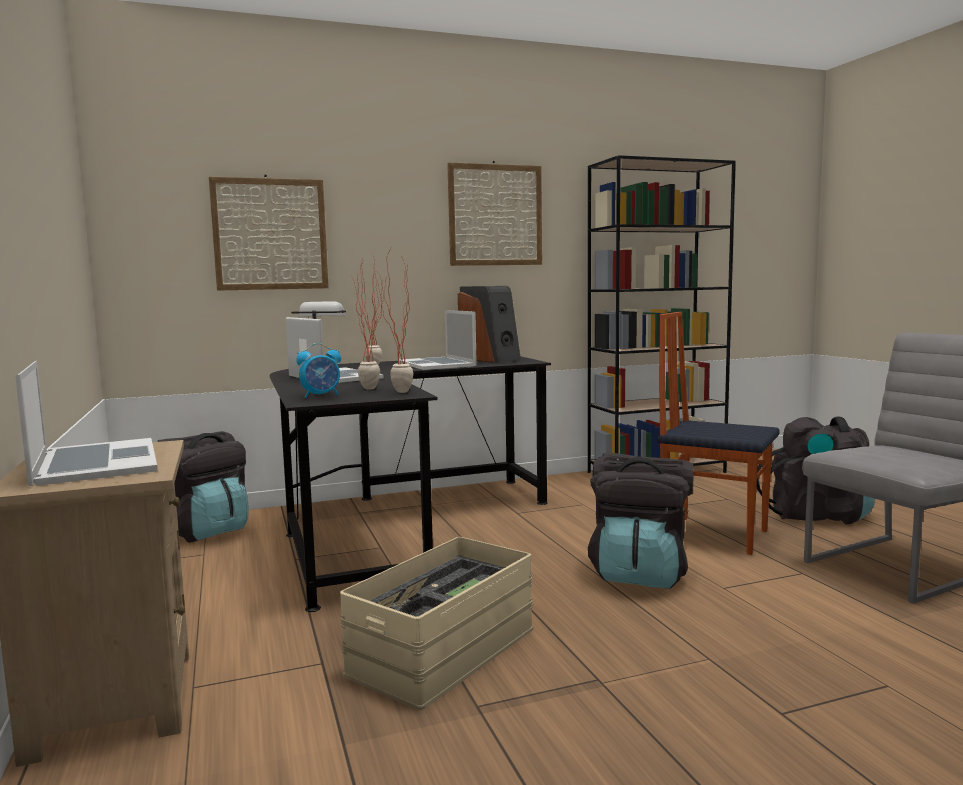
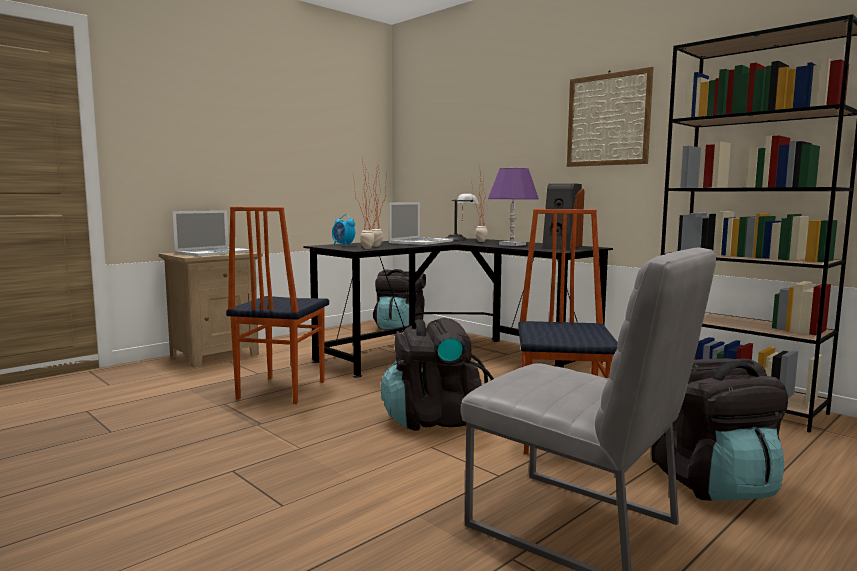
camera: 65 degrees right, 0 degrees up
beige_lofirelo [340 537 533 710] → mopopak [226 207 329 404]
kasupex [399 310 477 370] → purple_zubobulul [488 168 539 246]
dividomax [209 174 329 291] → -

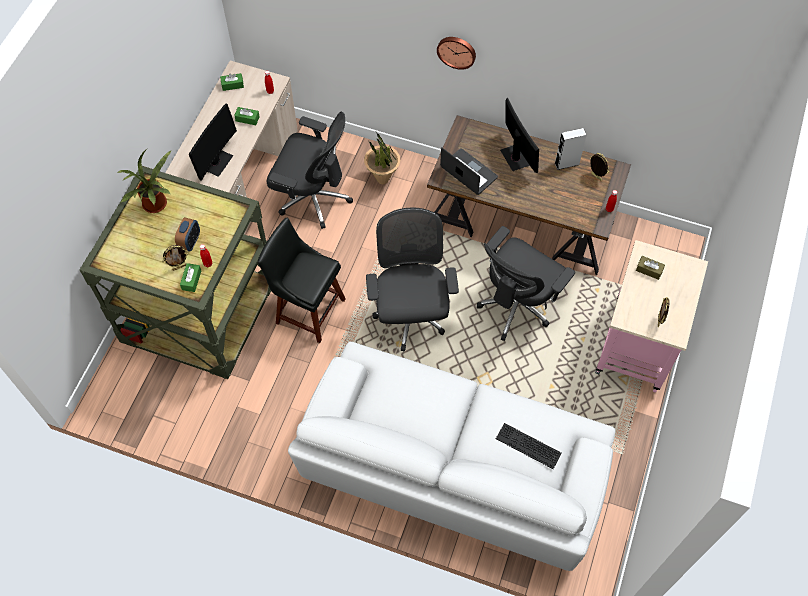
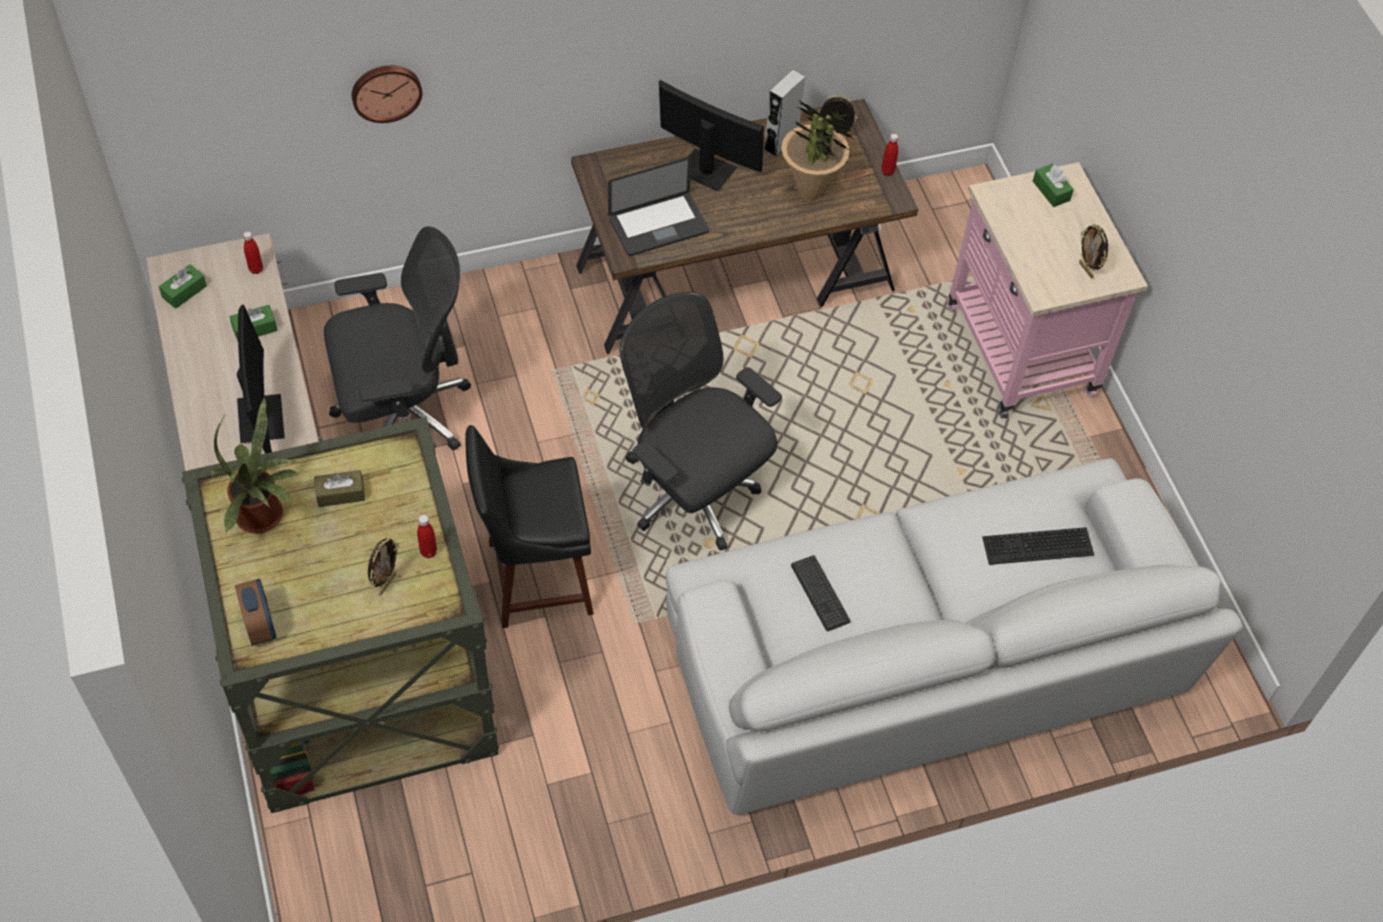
camera: 40 degrees left, 5 degrees down
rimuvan [175 217 200 252] → rimuvan [235 579 277 646], moved
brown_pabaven [636 256 665 280] → brown_pabaven [314 470 365 507], moved
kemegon [437 37 476 70] → kemegon [352 66 422 123], moved
kasupex [440 147 498 195] → kasupex [608 157 709 256], 150 degrees clockwise
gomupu [364 132 400 184] → gomupu [781 101 856 201], moved
- → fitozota [791 555 850 631]
green_pabaven [180 263 201 292] → green_pabaven [1033 164 1074 207], moved
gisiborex [477 226 575 341] → -

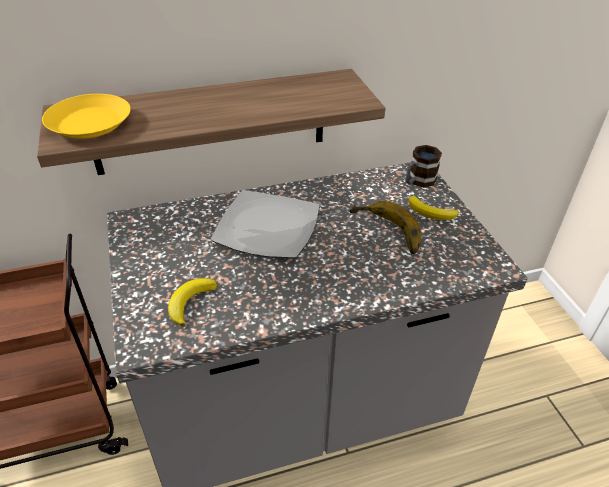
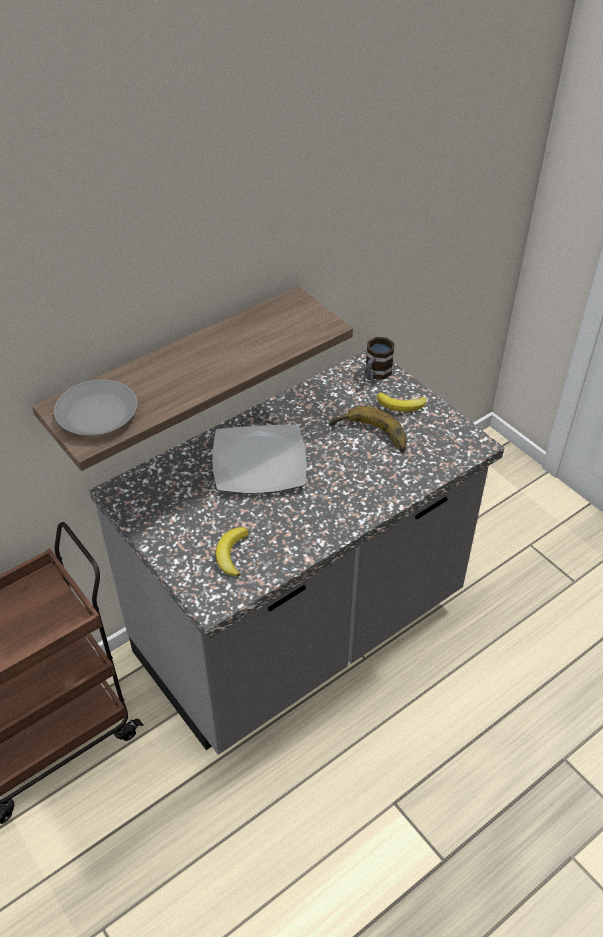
camera: 20 degrees left, 5 degrees up
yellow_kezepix [42 94 131 139] → grey_kezepix [54 379 137 435]

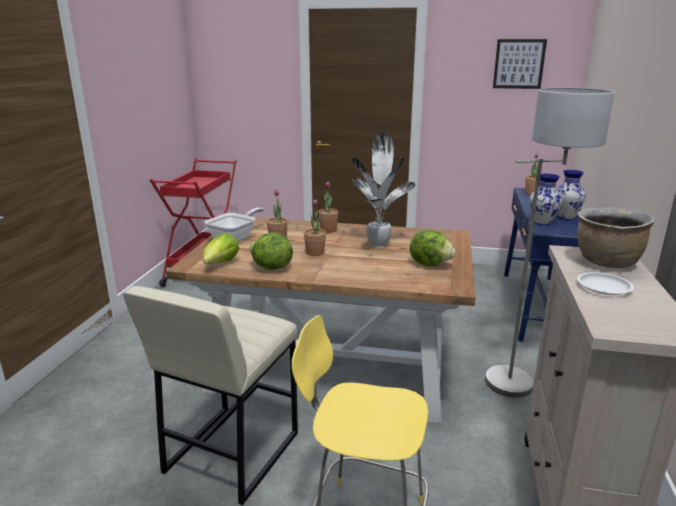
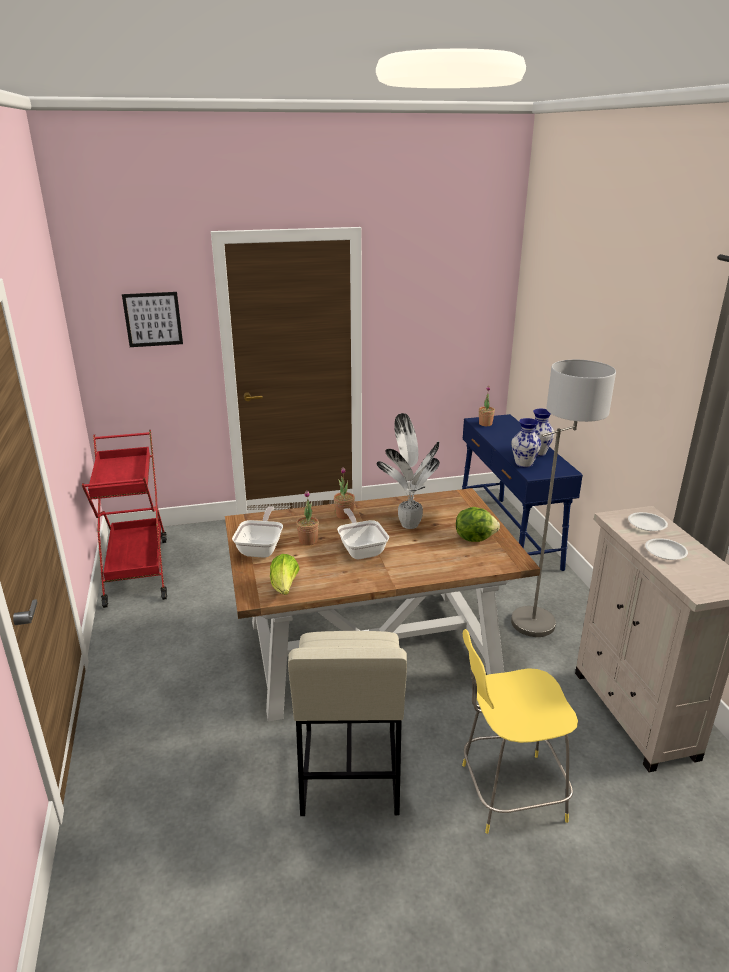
camera: 25 degrees left, 5 degrees up
dividomax [493 39 547 89] → dividomax [122 292 183 347], moved
gomupu [304 199 326 256] → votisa [337 508 389 559]
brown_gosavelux [577 207 655 268] → white_kezepix [628 512 668 531]
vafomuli [249 233 293 270] → -

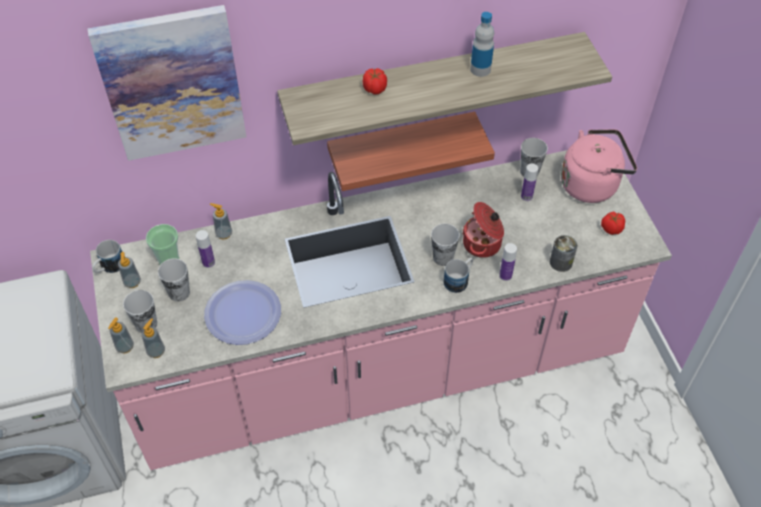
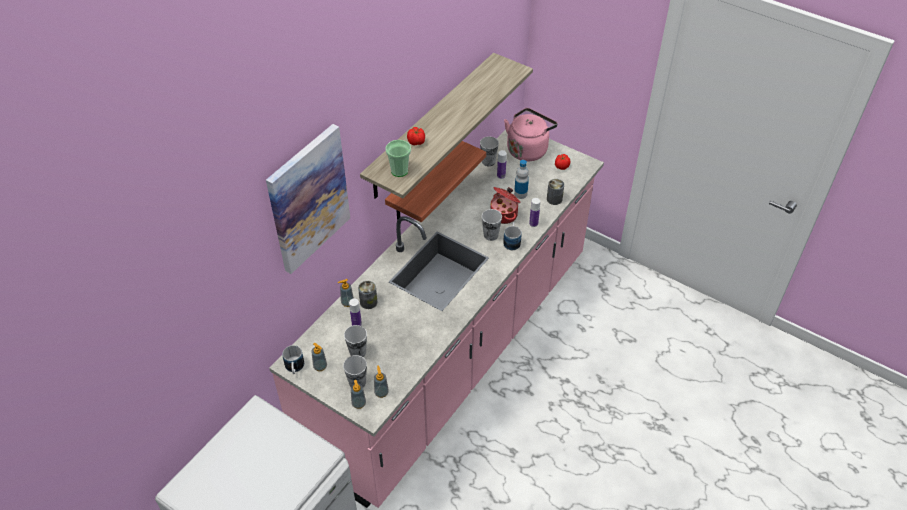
camera: 40 degrees left, 5 degrees down
- → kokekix [358 281 377 309]
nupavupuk [146 224 179 265] → nupavupuk [385 140 411 177], moved
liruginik [470 12 494 77] → liruginik [514 160 529 199], moved
kezepix [204 280 281 345] → -

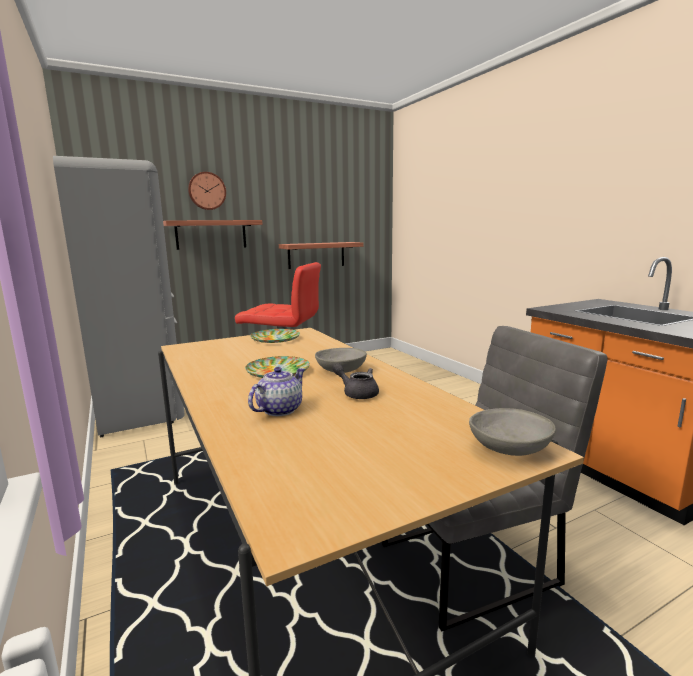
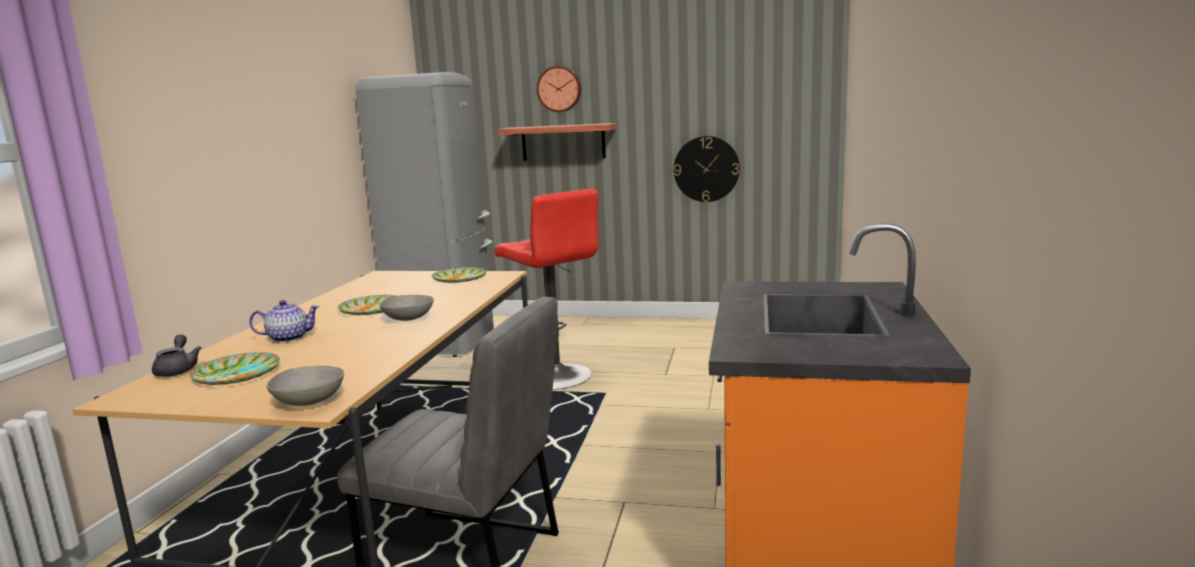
camera: 40 degrees right, 0 degrees up
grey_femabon [332 363 379 399] → grey_femabon [152 334 202 377], moved
- → kezepix [190 352 280 385]
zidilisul [279 242 363 269] → kemegon [674 136 740 202]

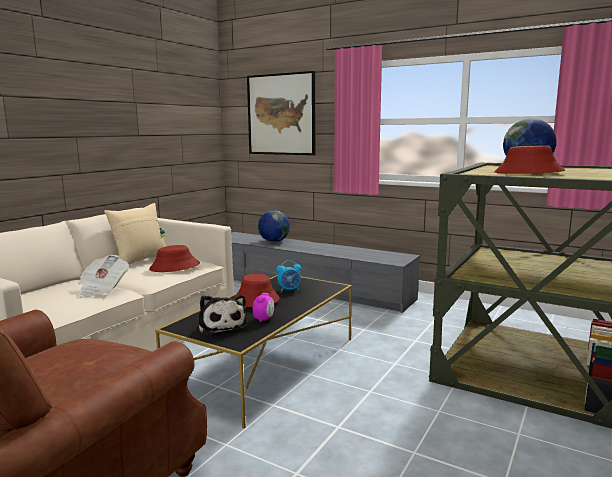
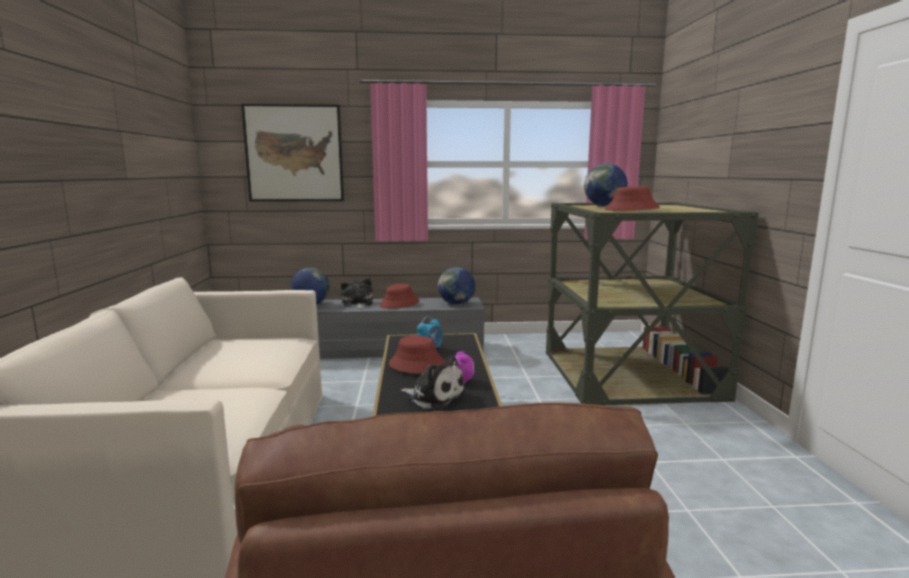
camera: 35 degrees left, 0 degrees up
- → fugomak [341 278 373 309]
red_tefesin [149 245 200 272] → red_tefesin [379 284 419 309], moved
- → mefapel [438 267 475 305]
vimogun [78 255 129 298] → -
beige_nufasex [104 203 166 265] → -

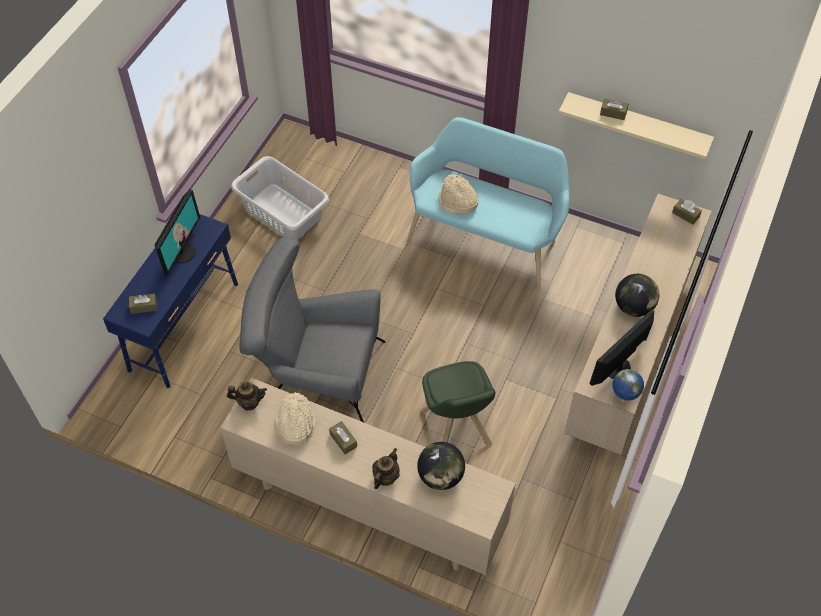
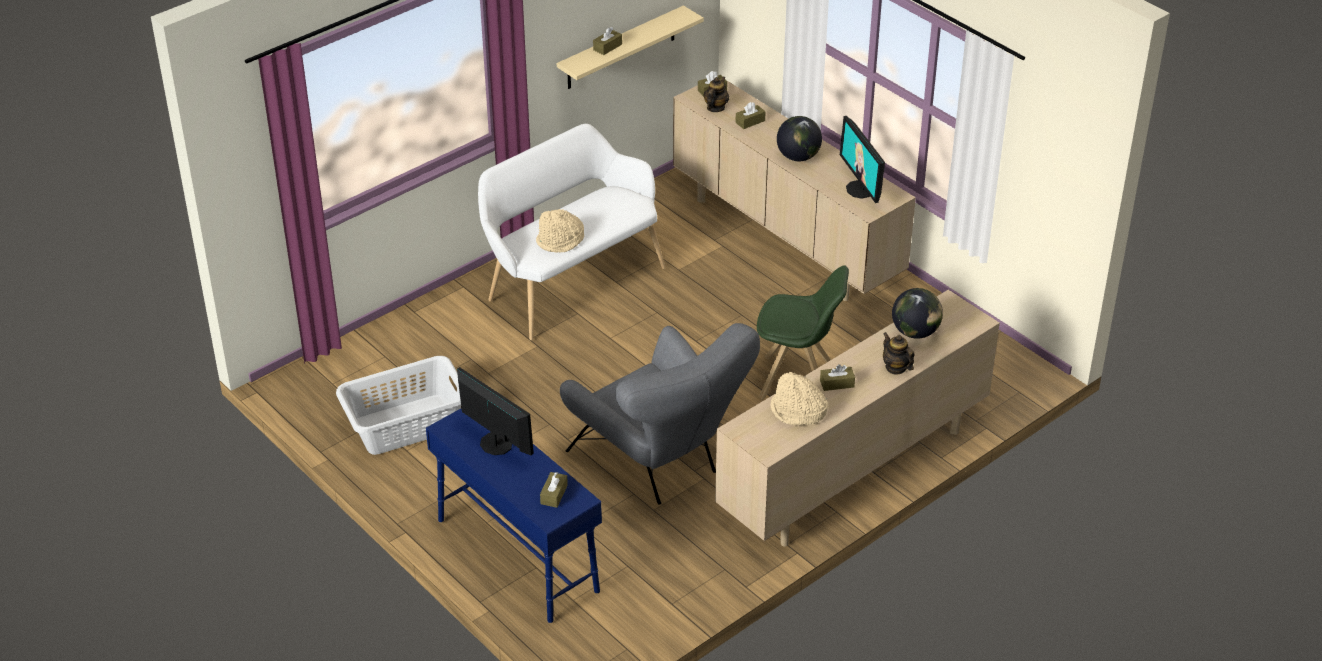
camera: 65 degrees left, 15 degrees down
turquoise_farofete [406 117 570 290] → white_farofete [478 124 666 340]
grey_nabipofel [239 237 385 422] → grey_nabipofel [560 323 760 504], 75 degrees counterclockwise
femabon [227 381 267 410] → femabon [703 76 729 112], moved
- → brown_pabaven [735 102 766 129]
mefapel [612 369 644 402] → -

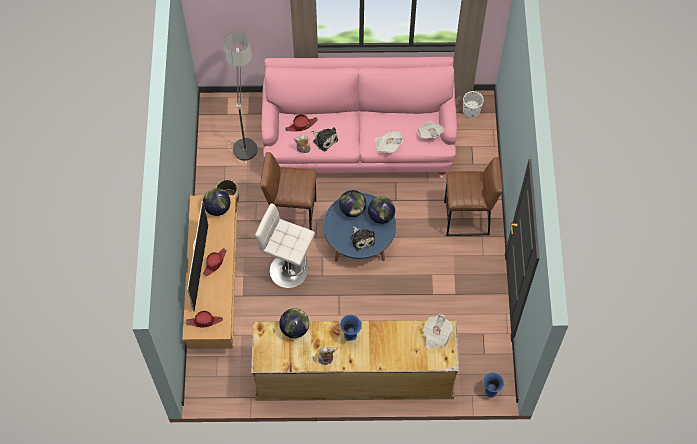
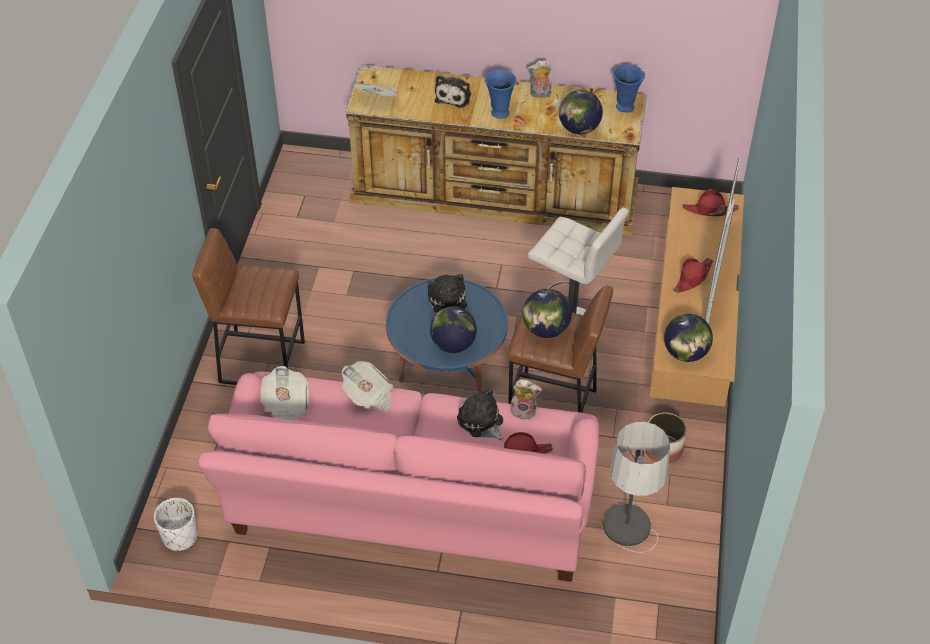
camera: 170 degrees left, 15 degrees down
- → fugomak [435 75 471 108]
mefapel [368 197 395 224] → mefapel [523 289 572 338], moved
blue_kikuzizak [483 372 504 397] → blue_kikuzizak [613 64 645 113], moved

